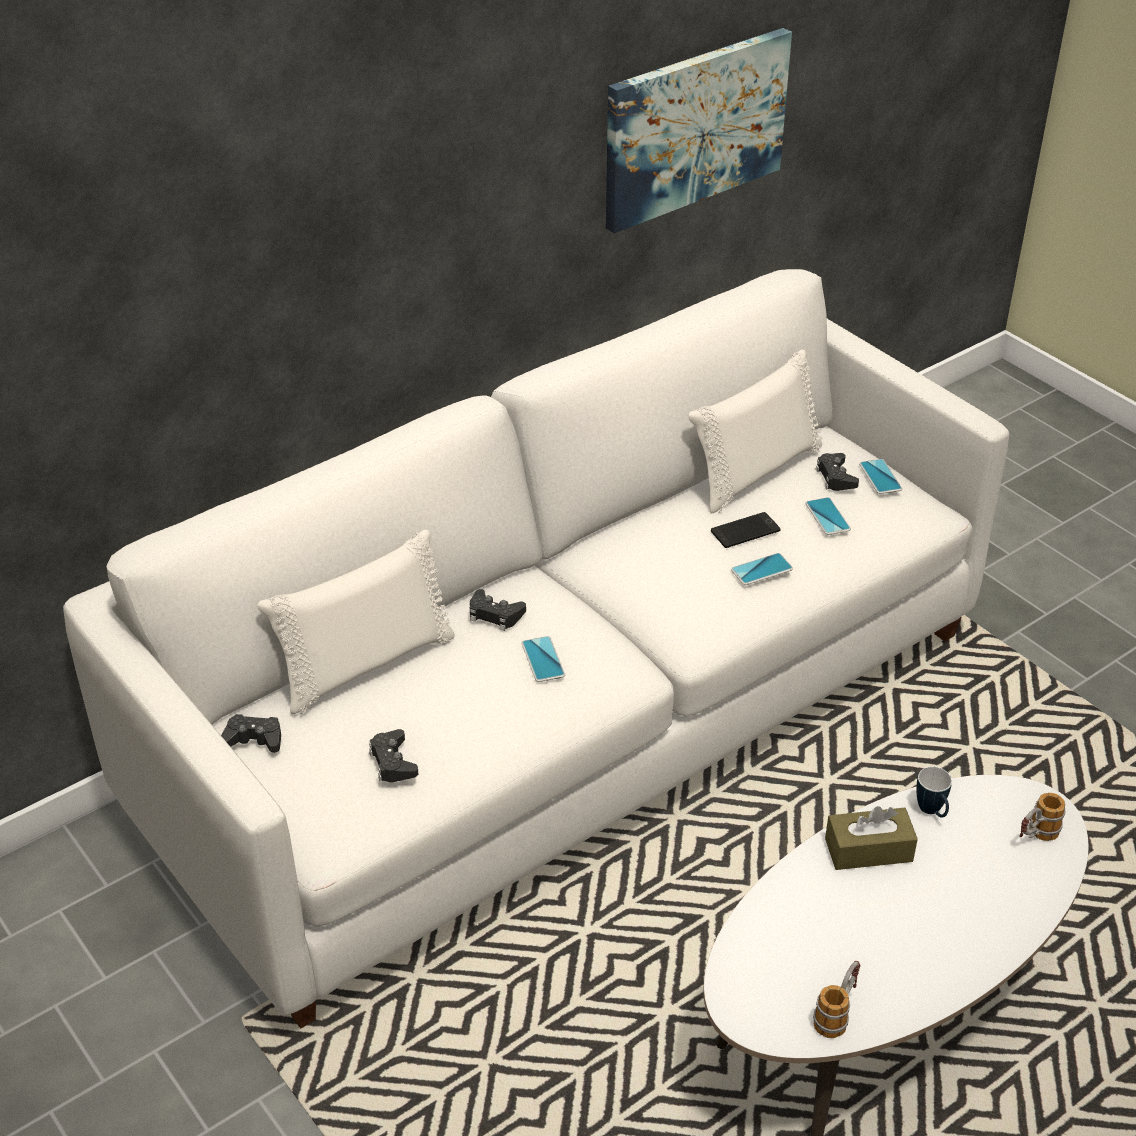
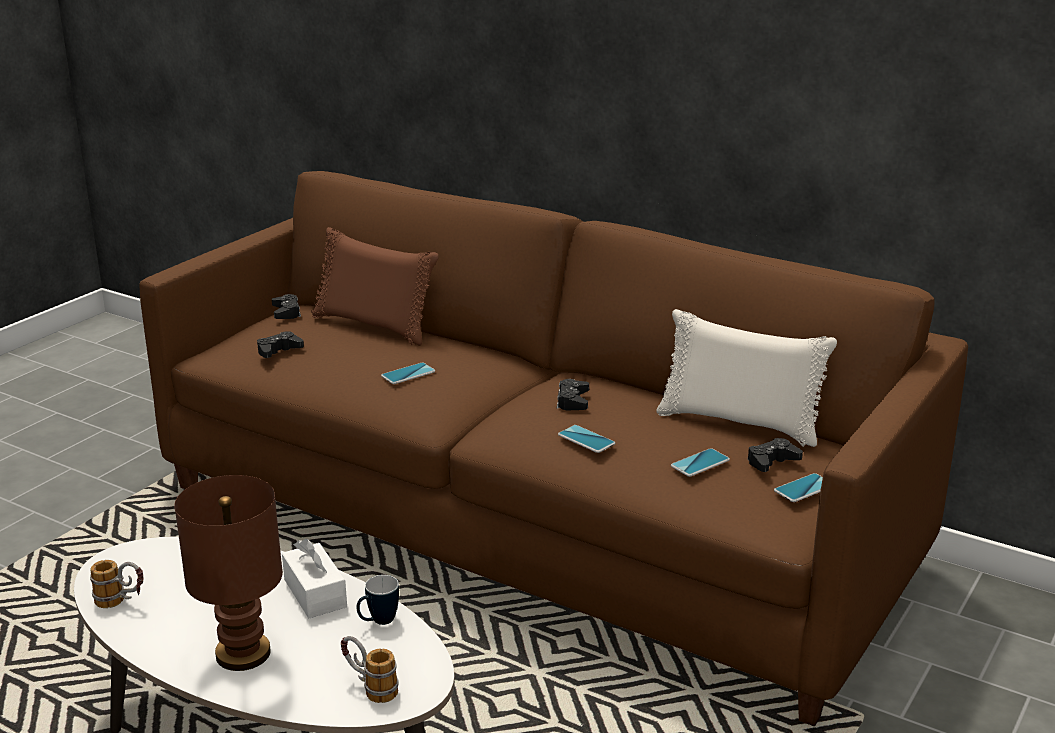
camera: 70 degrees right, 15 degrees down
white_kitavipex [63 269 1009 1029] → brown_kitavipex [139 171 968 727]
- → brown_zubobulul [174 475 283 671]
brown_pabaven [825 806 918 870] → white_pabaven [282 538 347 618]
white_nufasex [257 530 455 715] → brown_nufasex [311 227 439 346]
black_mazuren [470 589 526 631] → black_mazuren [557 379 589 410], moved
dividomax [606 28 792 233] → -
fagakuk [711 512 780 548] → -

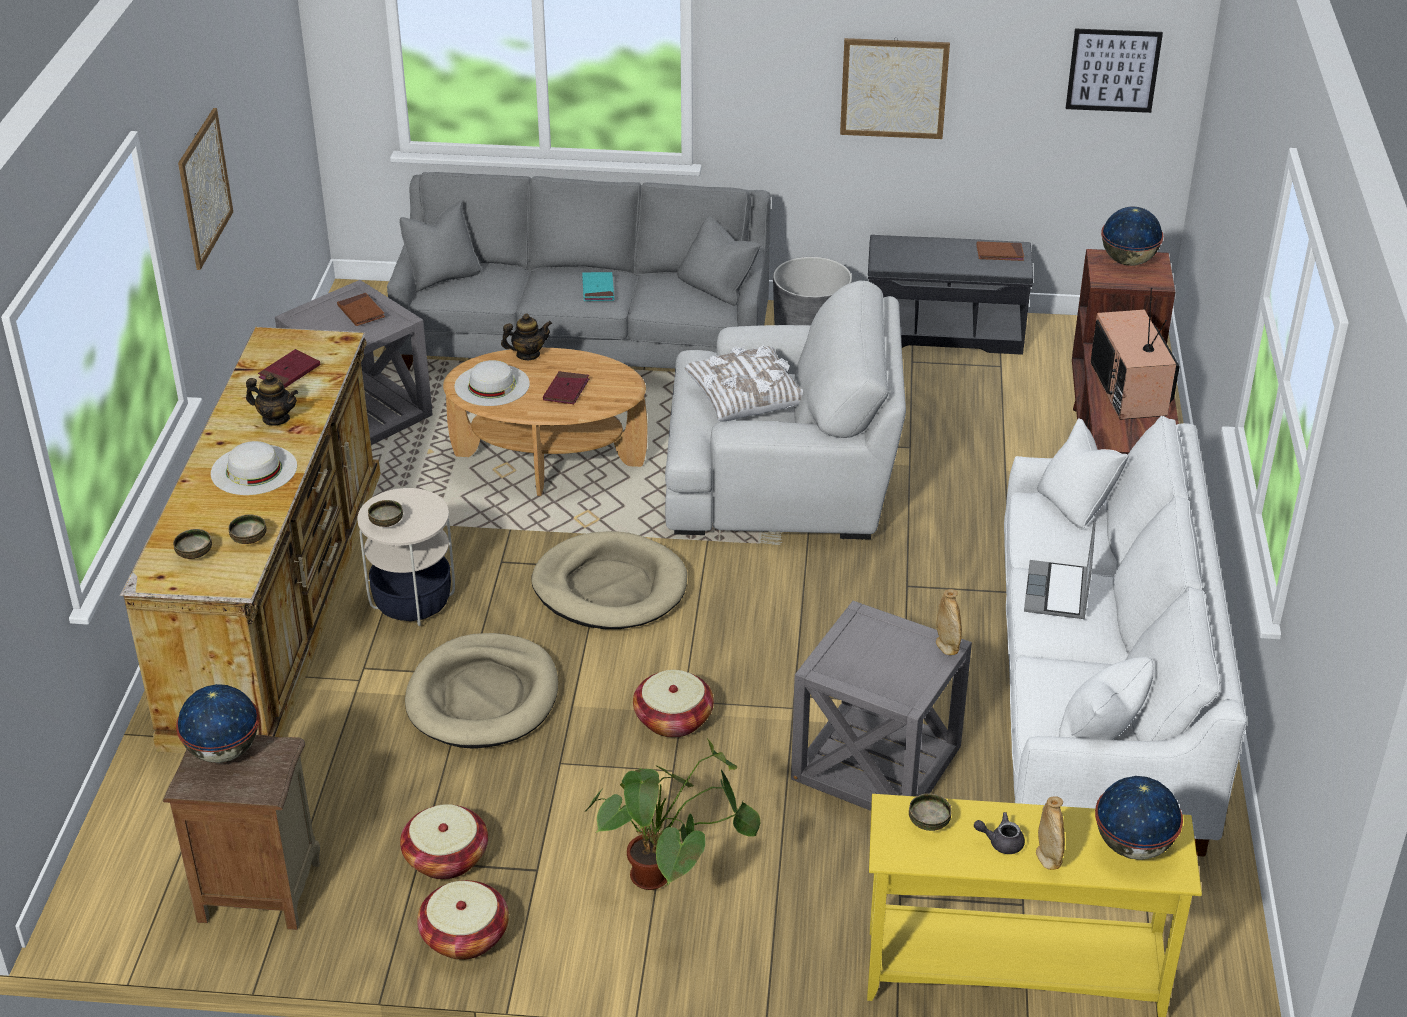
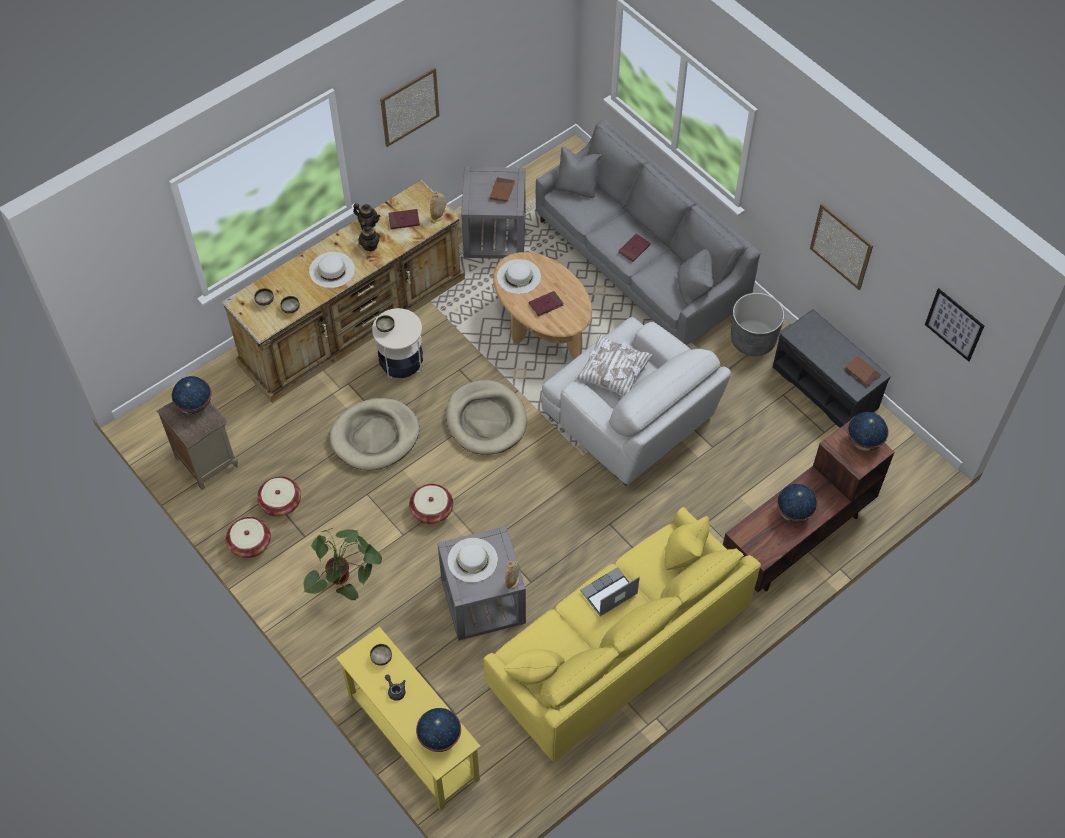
camera: 45 degrees right, 20 degrees up
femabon [501 313 552 360] → femabon [353 203 380 228], moved
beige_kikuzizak [1036 796 1065 870] → beige_kikuzizak [430 191 446 222], moved
- → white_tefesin [448 538 498 583]
white_kitavipex [1004 416 1247 857] → yellow_kitavipex [483 507 761 761]
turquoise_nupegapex [582 272 614 301] → red_nupegapex [618 234 651 262]
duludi [1090 288 1180 420] → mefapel [777 484 818 523]

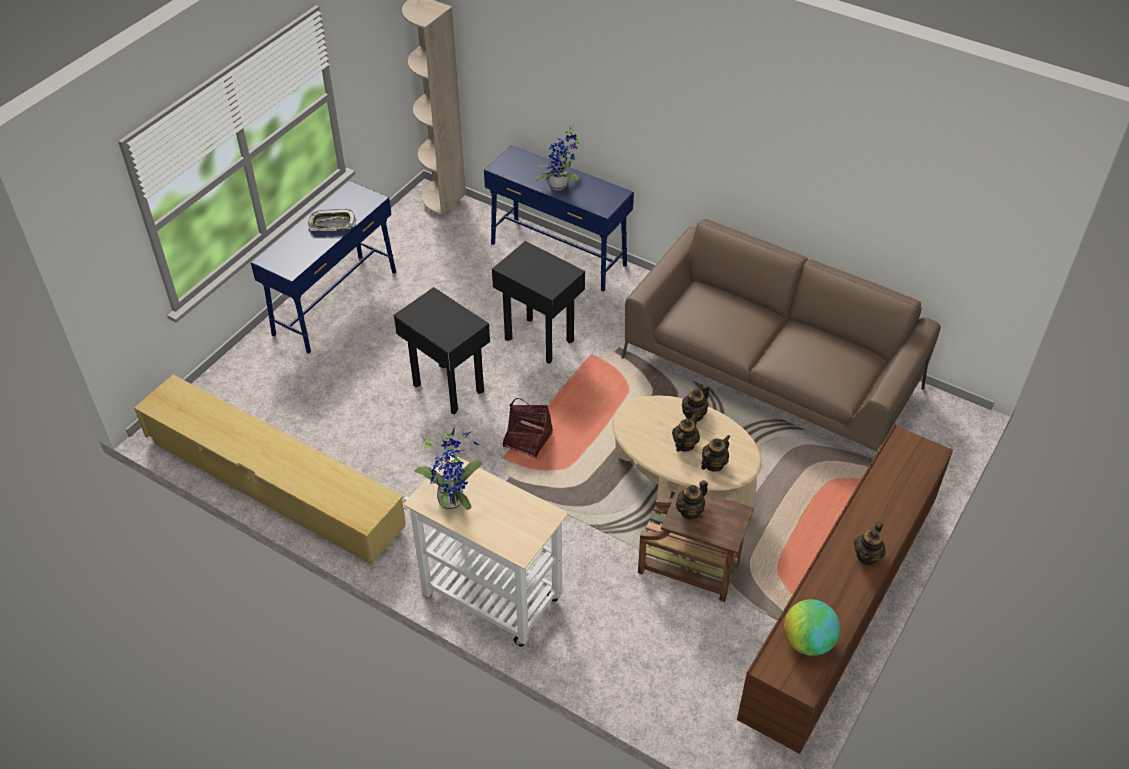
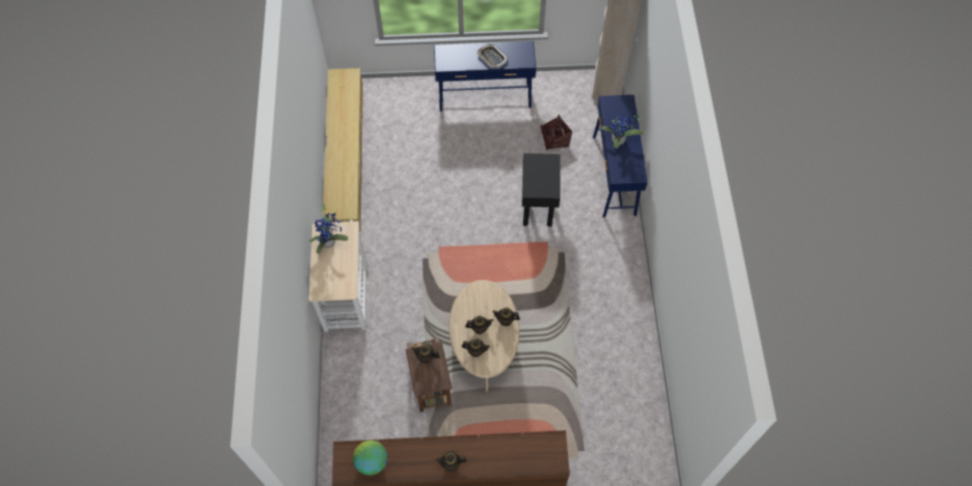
camera: 55 degrees right, 15 degrees up
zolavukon [503 398 553 458] → zolavukon [541 115 572 150], moved
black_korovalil [393 287 490 414] → -
brown_kitavipex [621 219 941 451] → -

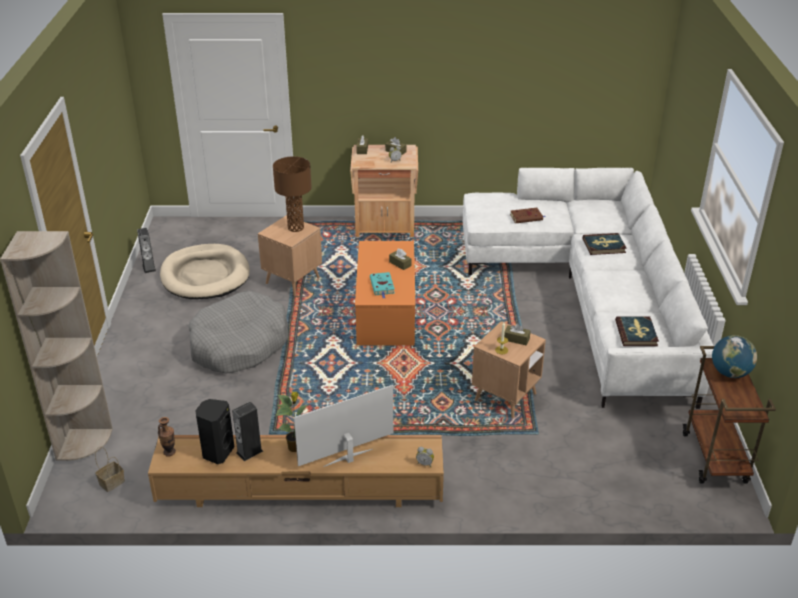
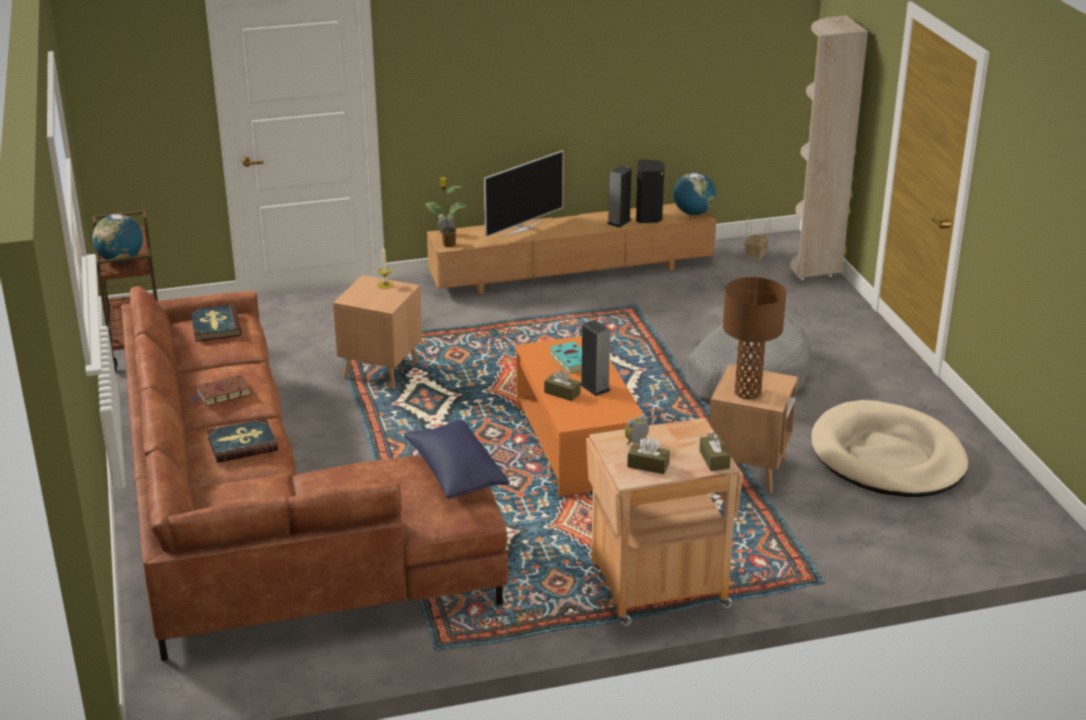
camera: 165 degrees right, 5 degrees down
white_kitavipex [463 168 713 409] → brown_kitavipex [121 286 508 661]
brown_nupegapex [510 208 545 223] → brown_nupegapex [190 375 251 406], moved
- → blue_nufasex [404 420 510 499]
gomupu [275 391 308 452] → gomupu [424 177 467 247], moved
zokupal [137 228 156 273] → zokupal [581 320 611 396], moved
kikuzizak [158 417 176 457] → mefapel [673 173 716 215]
brown_pabaven [504 323 531 345] → -

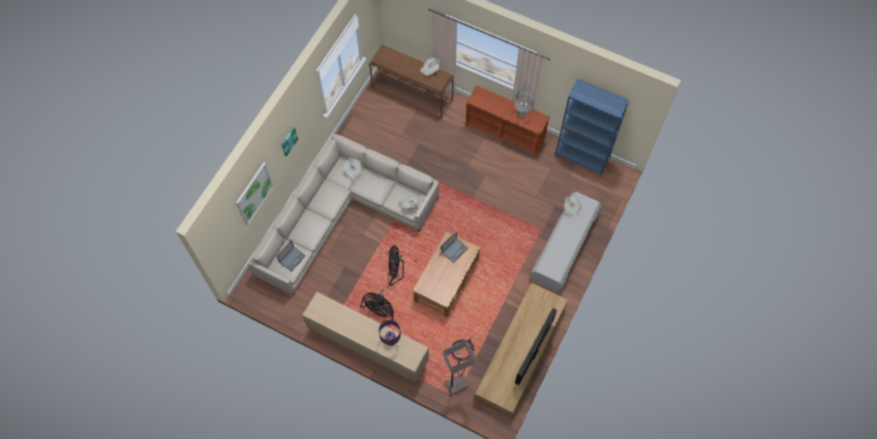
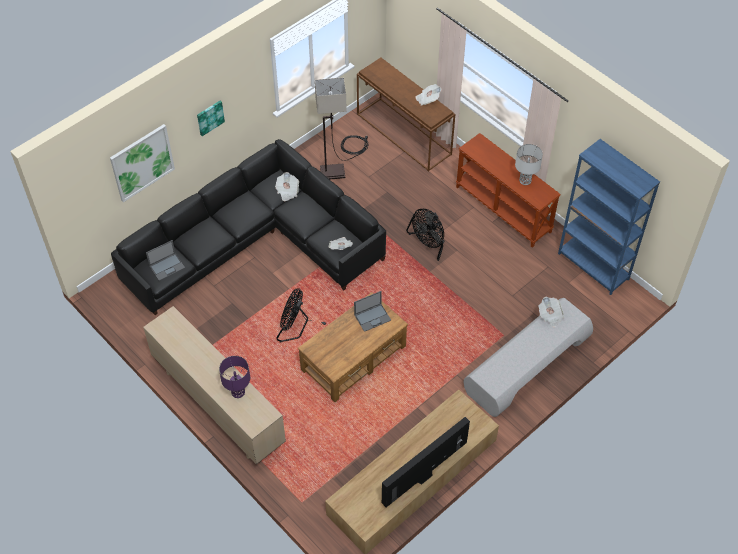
camera: 20 degrees right, 10 degrees down
beige_kitavipex [249 134 439 295] → black_kitavipex [111 139 386 315]
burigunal [443 339 475 396] → burigunal [315 77 368 180], moved
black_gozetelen [360 289 394 320] → black_gozetelen [406 209 445 261], moved

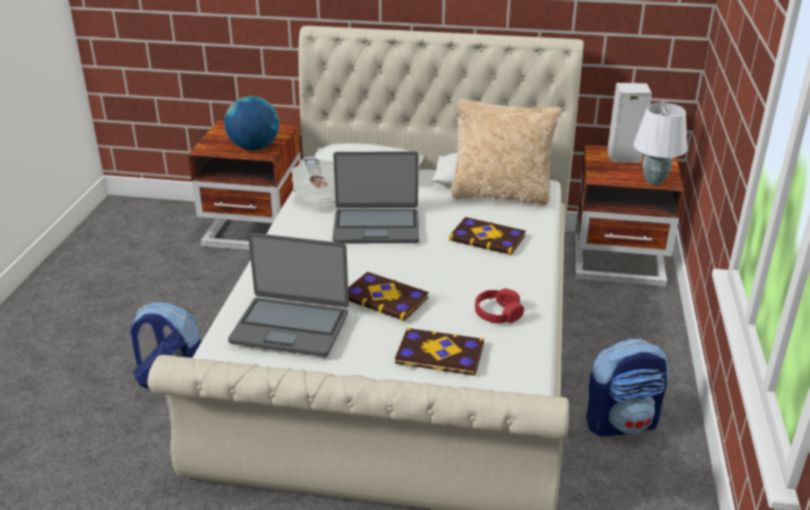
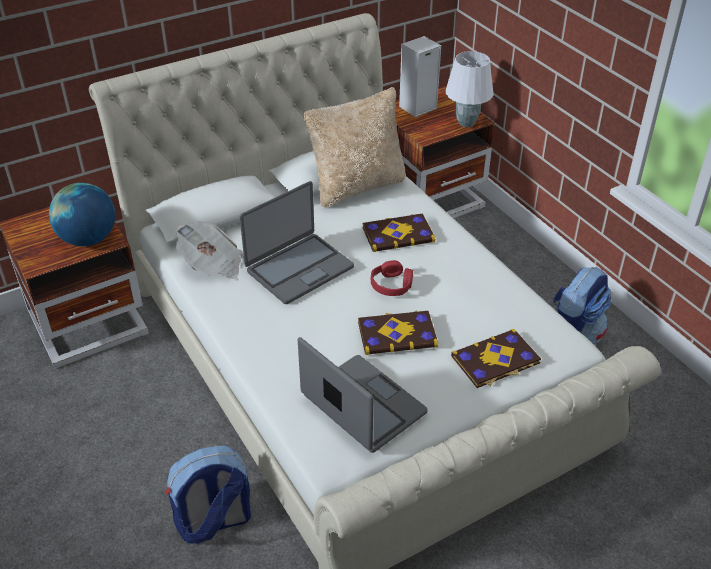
camera: 40 degrees left, 10 degrees up
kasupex [228 233 349 357] → kasupex [298 337 427 453], 105 degrees counterclockwise
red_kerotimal [475 288 524 324] → red_kerotimal [371 260 413 296], moved

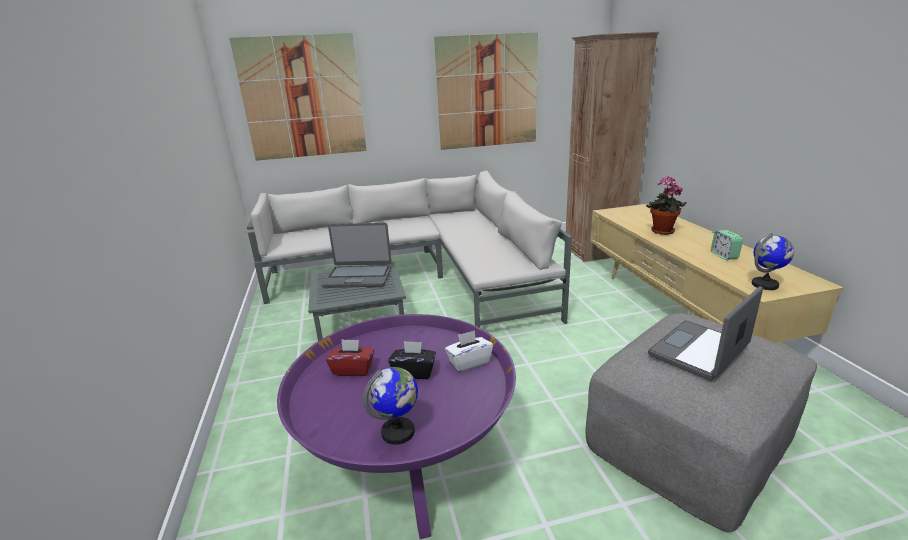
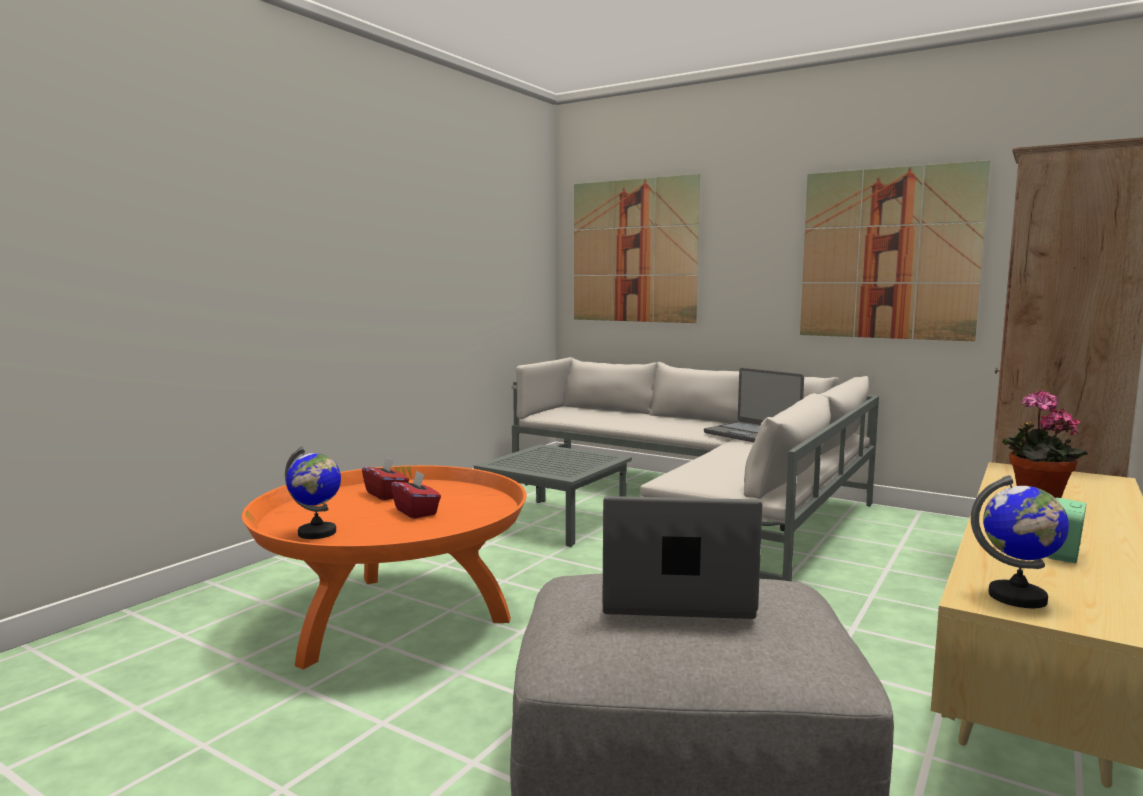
camera: 45 degrees right, 15 degrees down
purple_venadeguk [277 314 516 539] → orange_venadeguk [242 465 527 670]
black_pabaven [388 341 436 379] → red_pabaven [391 471 441 519]
kasupex [322 223 392 288] → kasupex [704 368 804 442], moved
white_pabaven [445 330 493 372] → -

